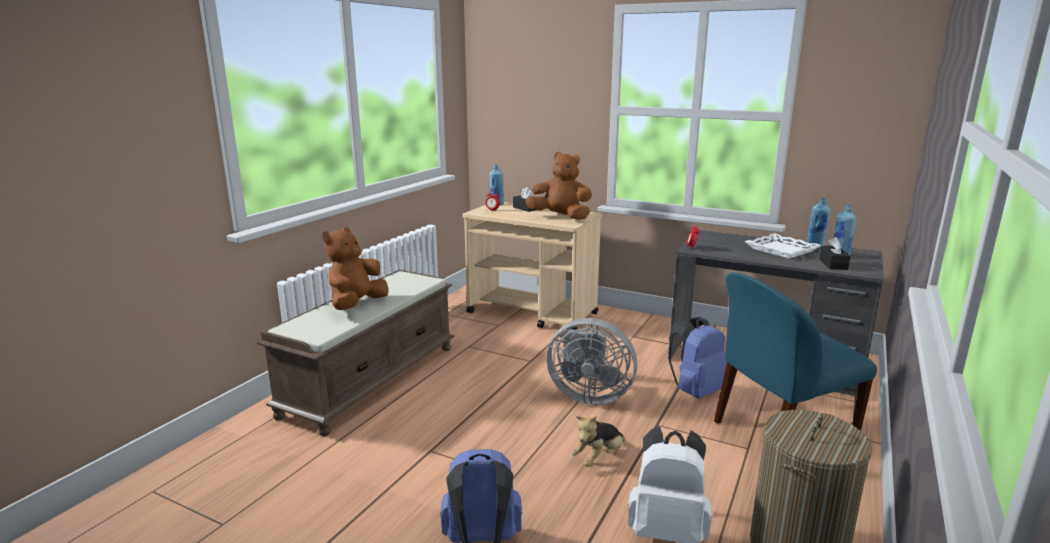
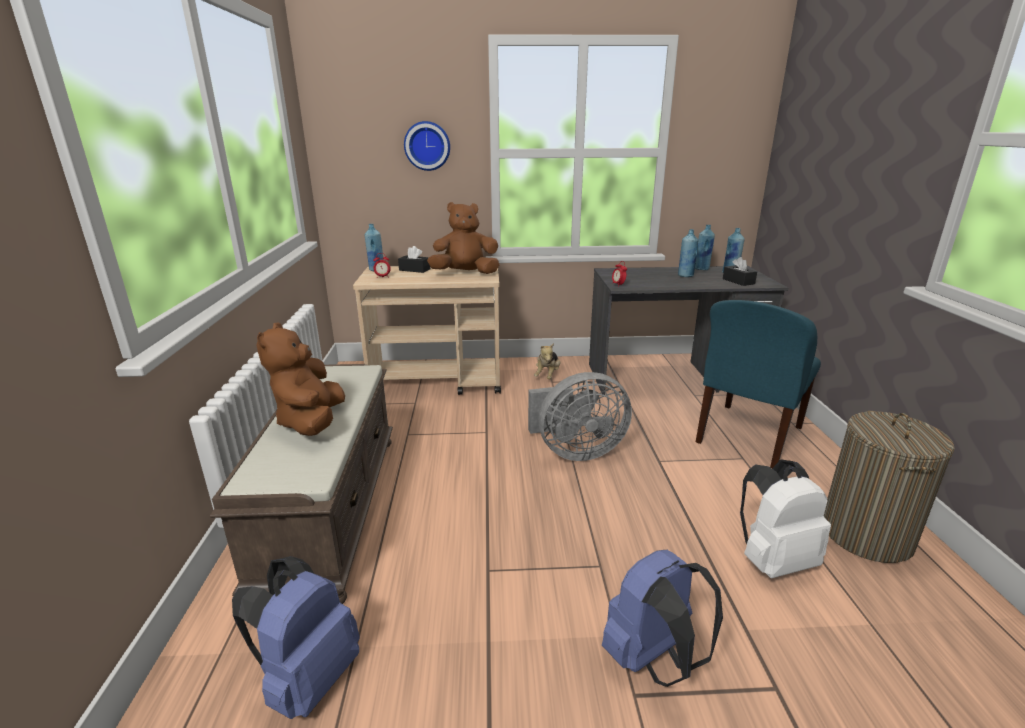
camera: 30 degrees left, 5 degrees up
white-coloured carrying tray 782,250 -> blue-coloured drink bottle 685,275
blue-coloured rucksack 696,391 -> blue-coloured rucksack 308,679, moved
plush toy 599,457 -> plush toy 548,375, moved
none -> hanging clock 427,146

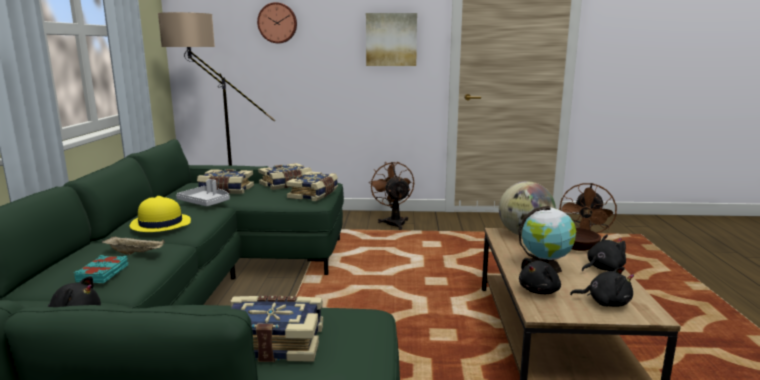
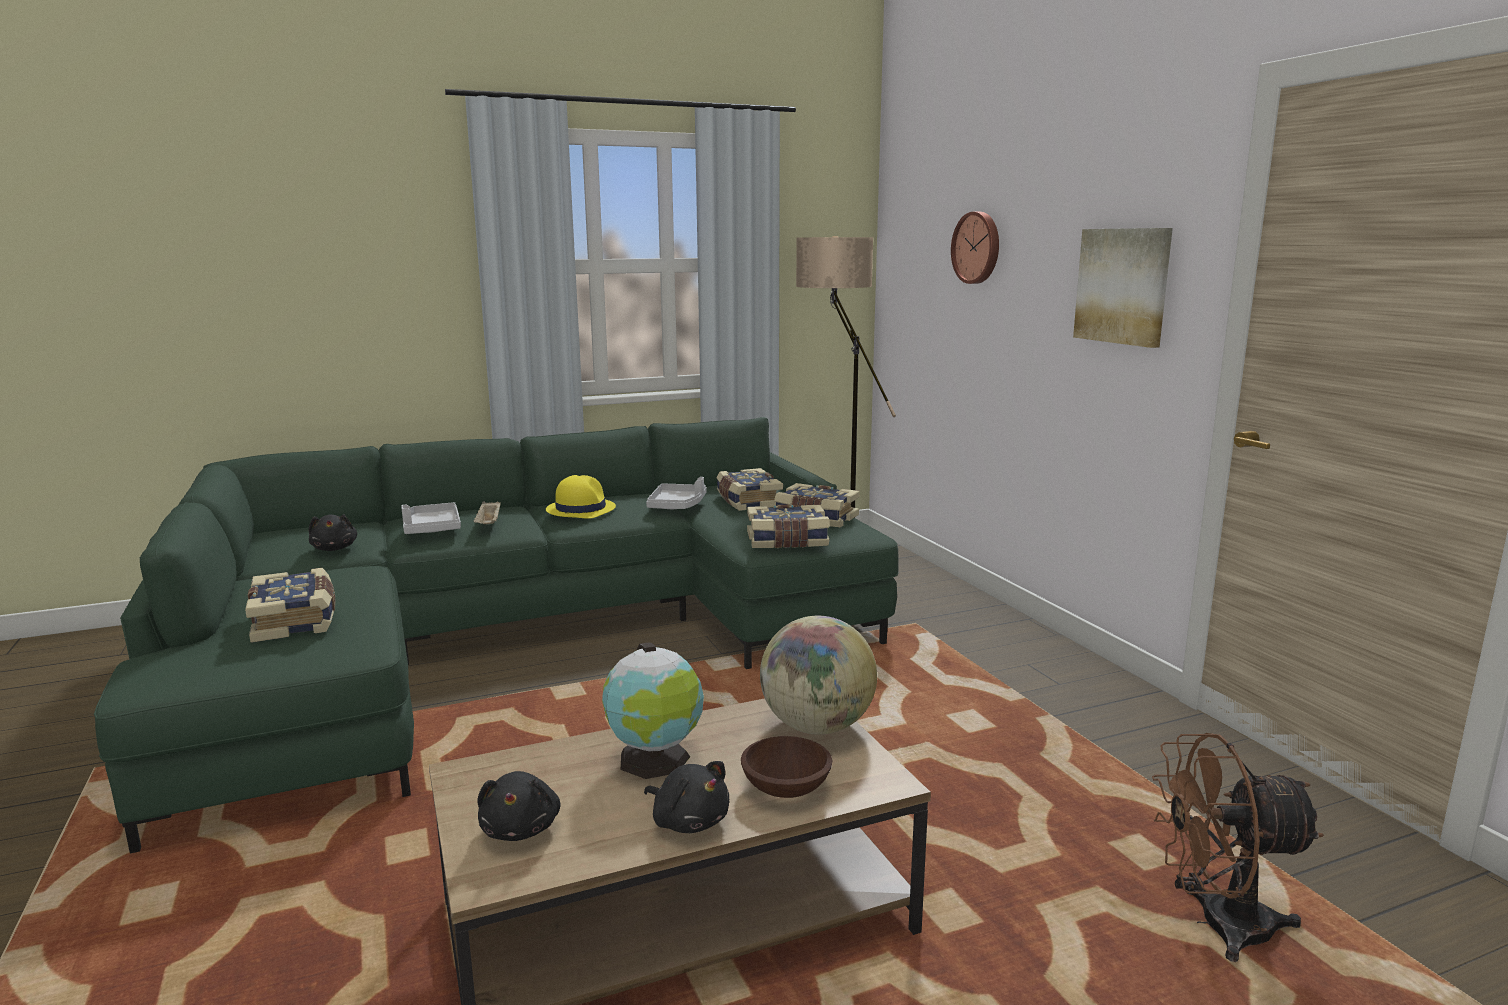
camera: 65 degrees right, 0 degrees up
brown-coloured electric fan 393,222 -> none
turquoise bound book 103,273 -> greyish carrying tray 432,528
blackish plush toy 540,291 -> none

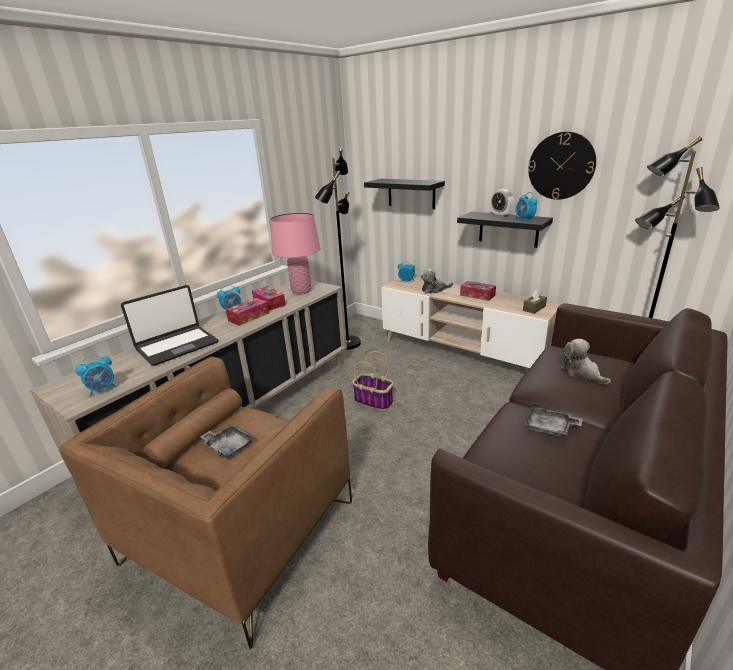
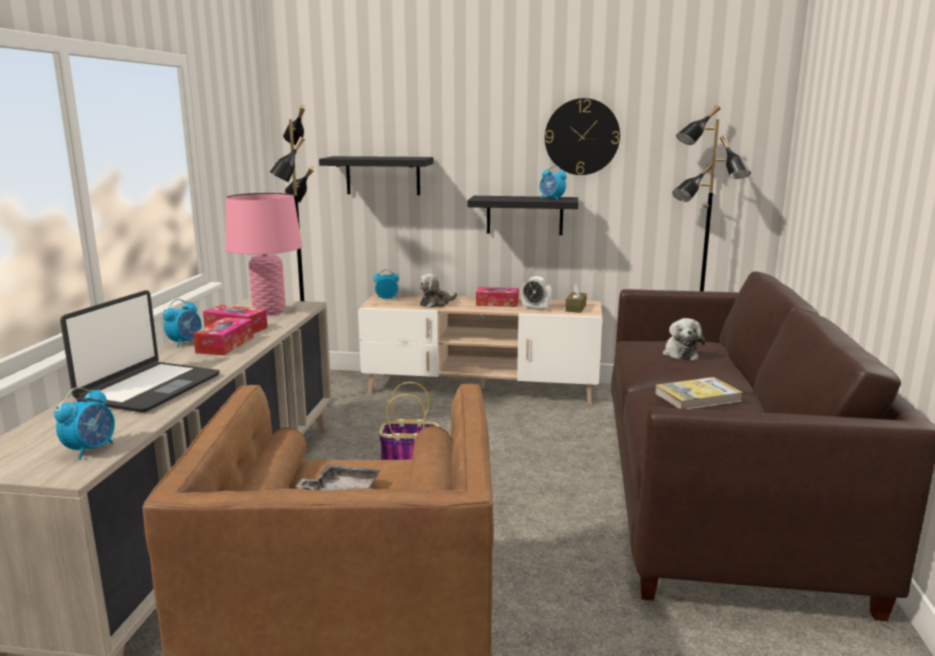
camera: 30 degrees left, 10 degrees down
alarm clock 501,215 -> alarm clock 535,308, moved
plush toy 581,373 -> plush toy 680,353, 120 degrees counterclockwise
greyish carrying tray 549,428 -> bound book 697,397

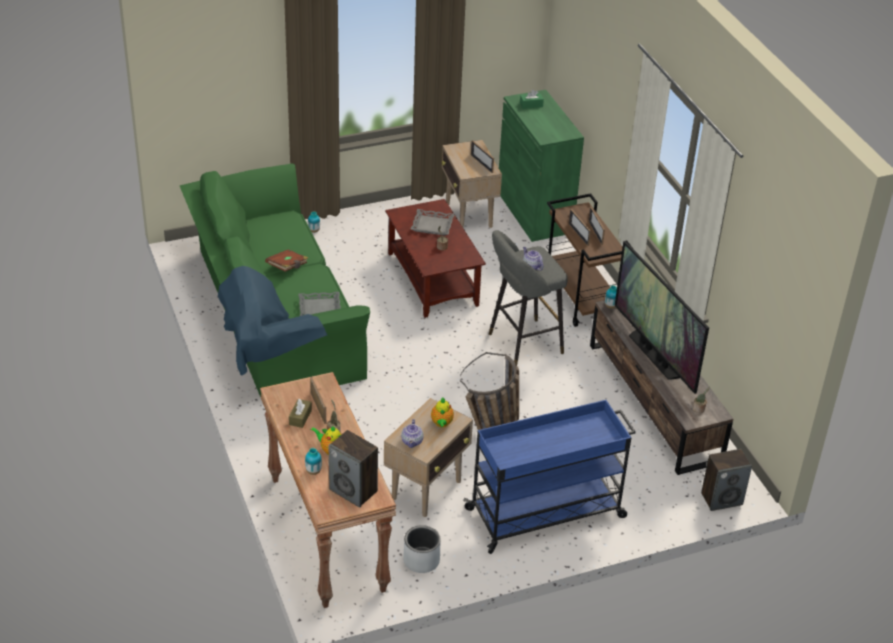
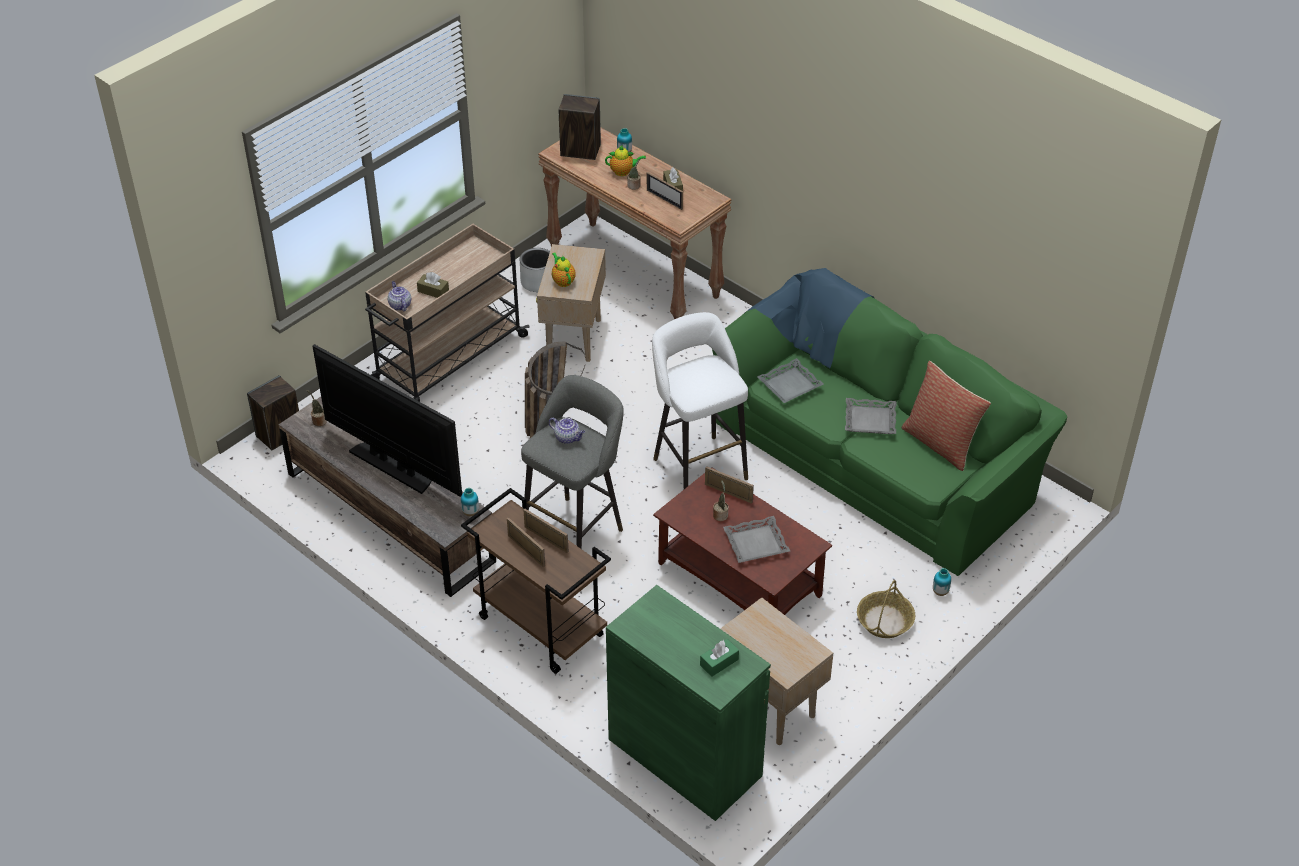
camera: 155 degrees right, 5 degrees up
standing frame 481,163 -> standing frame 728,493, moved
brown-coloured bound book 287,267 -> greyish carrying tray 870,420
blue-coloured trolley 547,513 -> sand-coloured trolley 448,359
tea pot 412,442 -> tea pot 399,305, moved
none -> brown-coloured tissue holder 433,291
none -> white-coloured sitting stool 697,465
none -> throw pillow 941,443
none -> basket 885,621

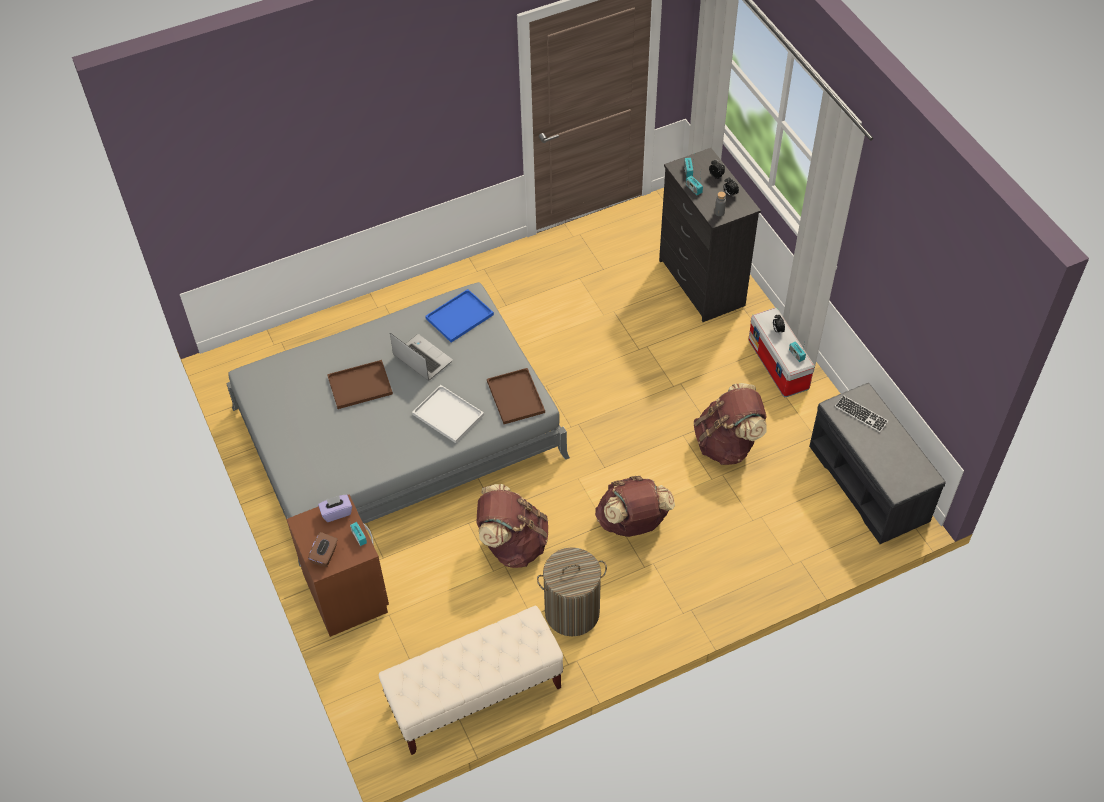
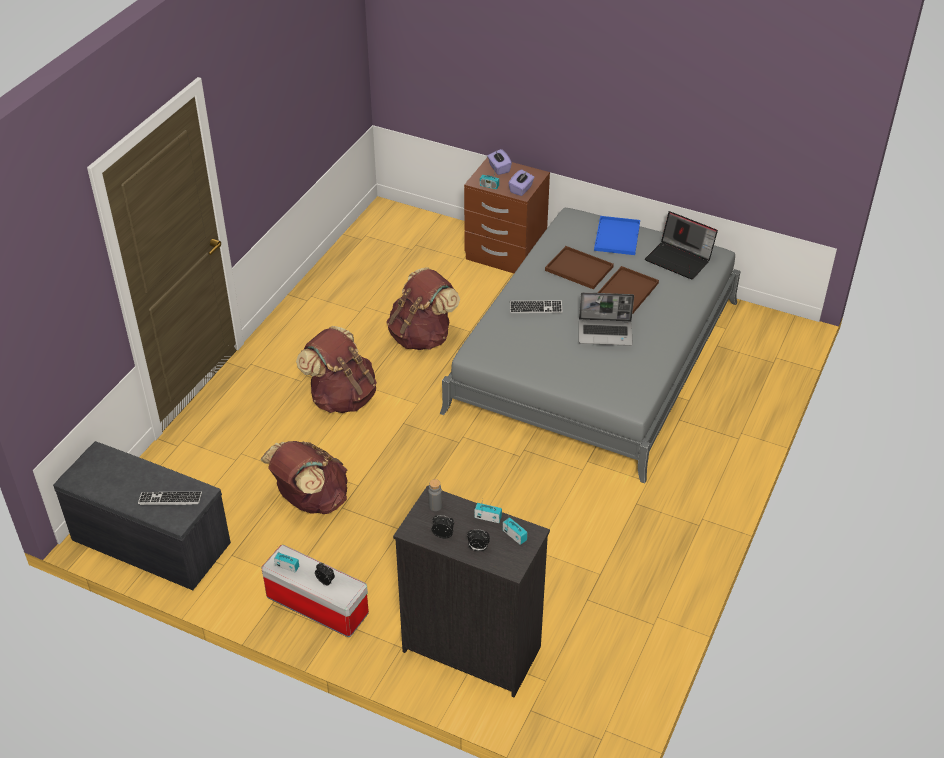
camera: 140 degrees right, 10 degrees down
blue-coloured carrying tray 459,317 -> blue-coloured carrying tray 616,236, moved
brown-coloured carrying tray 516,397 -> brown-coloured carrying tray 577,268, moved
white-coloured carrying tray 446,414 -> PC keyboard 536,308
brown-coloured tissue holder 325,555 -> purplish tissue holder 499,168
laundry basket 572,612 -> none
sand-coloured indoor bench 475,696 -> none
none -> portable computer 680,259

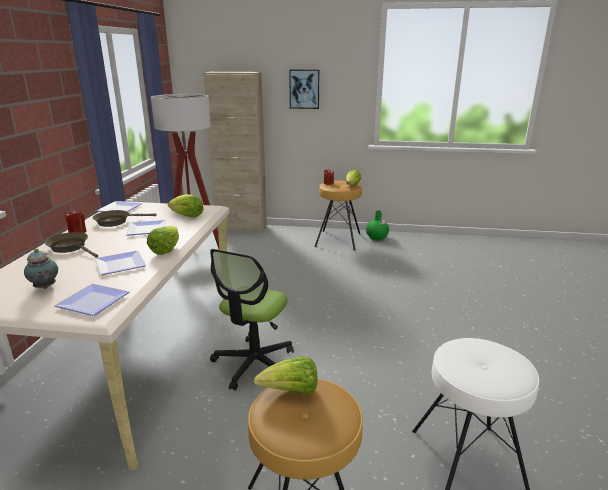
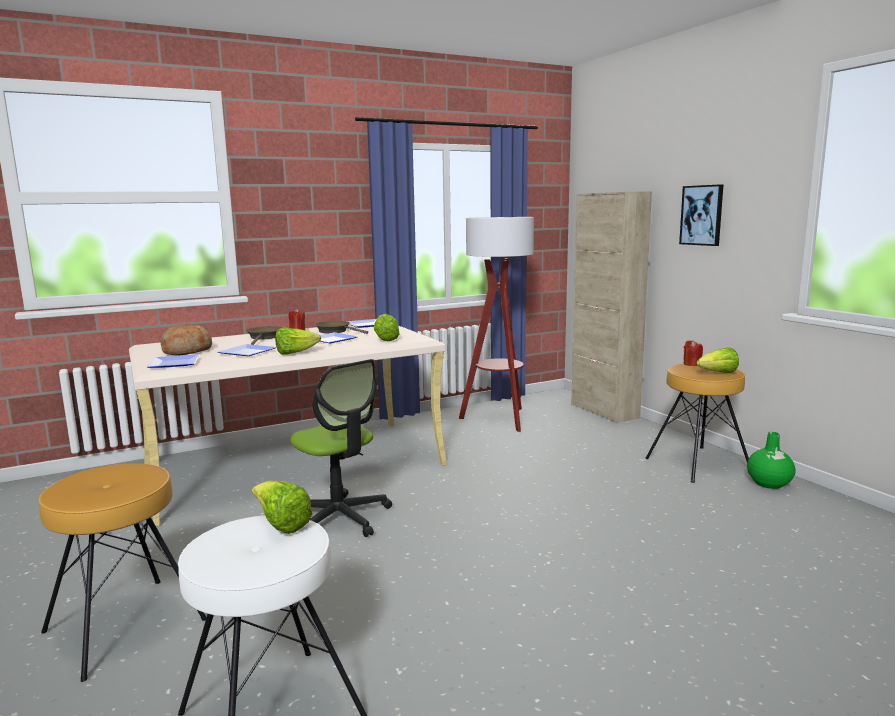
camera: 55 degrees right, 10 degrees down
tea pot 45,288 -> bread 187,351
computer chair 254,364 -> computer chair 340,518, 120 degrees counterclockwise
lettuce head 291,391 -> lettuce head 281,524, moved

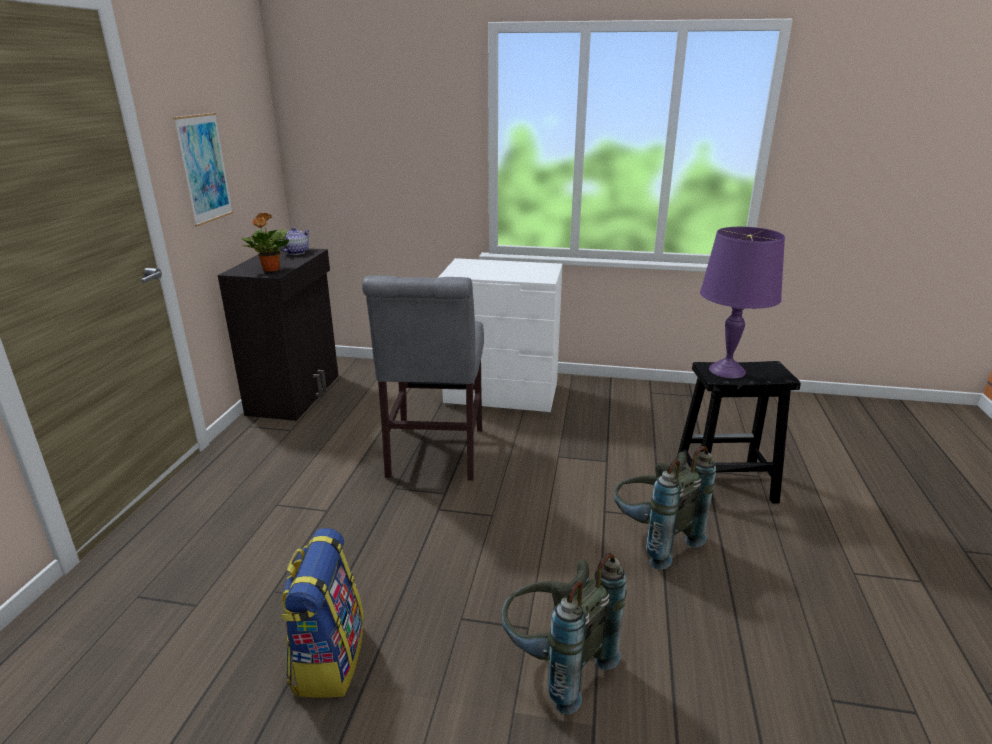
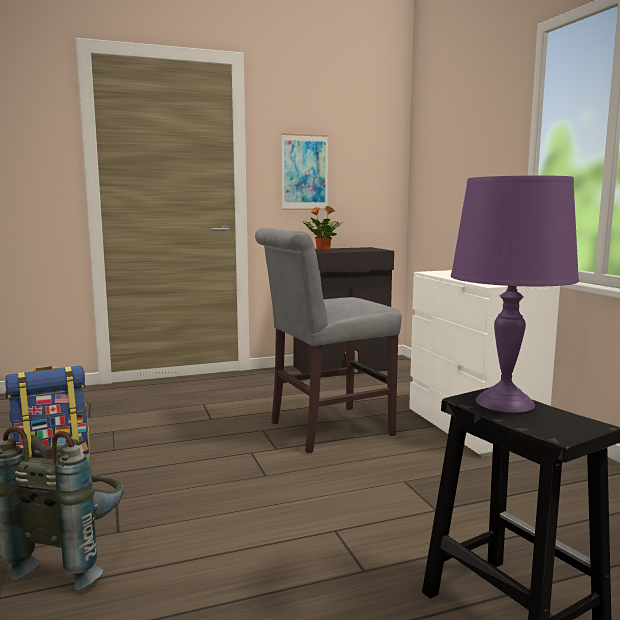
camera: 60 degrees right, 15 degrees down
tea pot 296,252 -> none
greyish rucksack 652,540 -> none

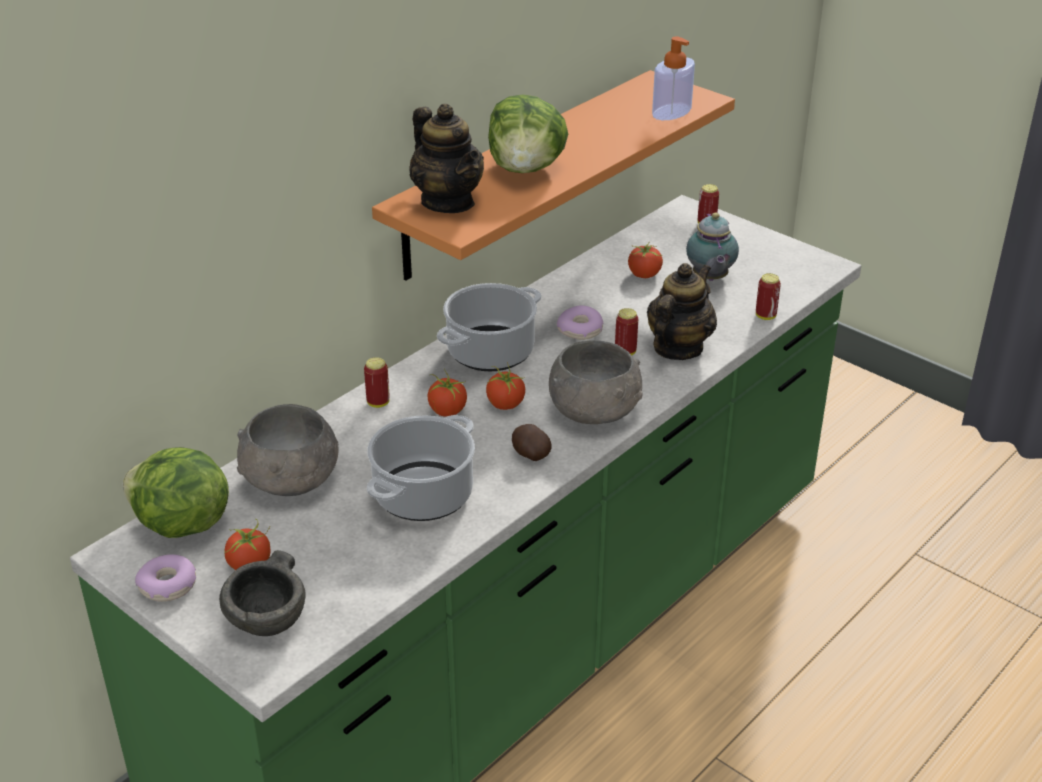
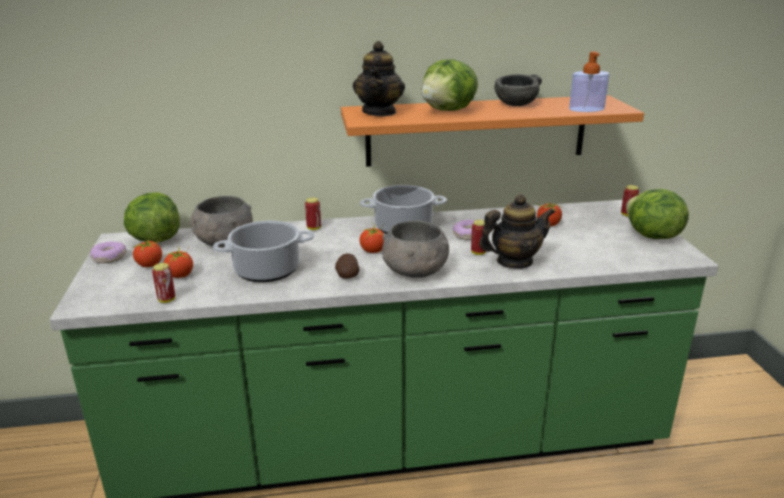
camera: 40 degrees right, 10 degrees down
tea pot 709,278 -> none
sealed can 765,316 -> sealed can 167,300, moved
whole tomato 447,411 -> whole tomato 180,275, moved
greyish deep dish 268,620 -> greyish deep dish 516,104, moved
none -> lettuce head 651,236

